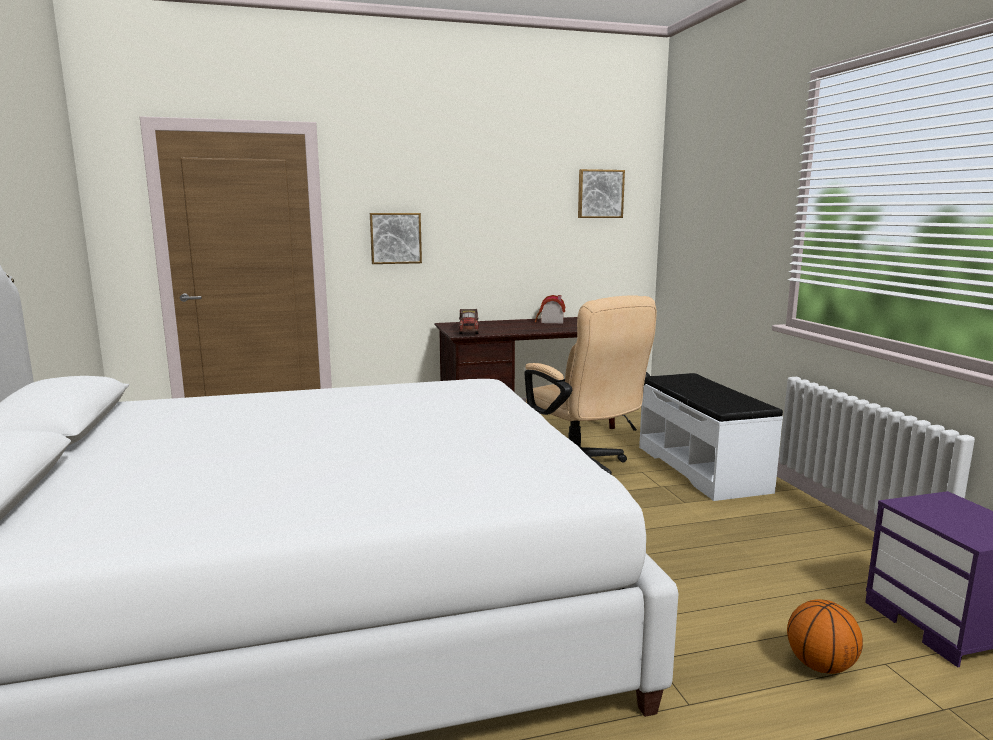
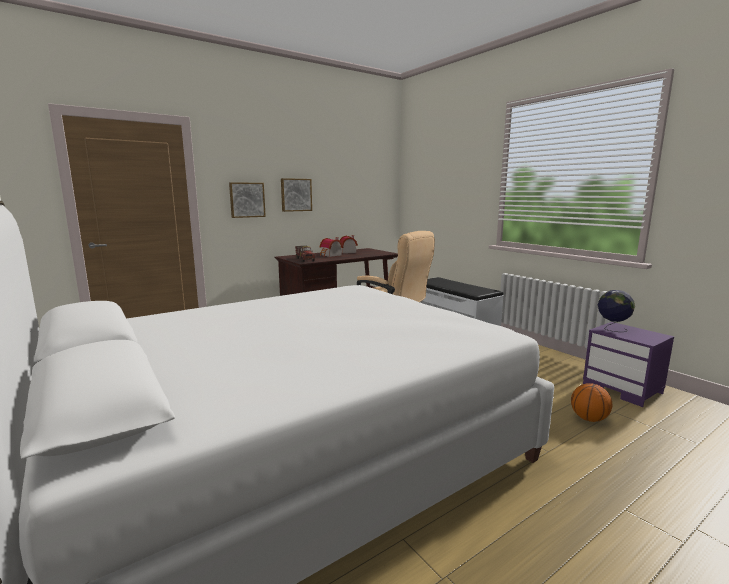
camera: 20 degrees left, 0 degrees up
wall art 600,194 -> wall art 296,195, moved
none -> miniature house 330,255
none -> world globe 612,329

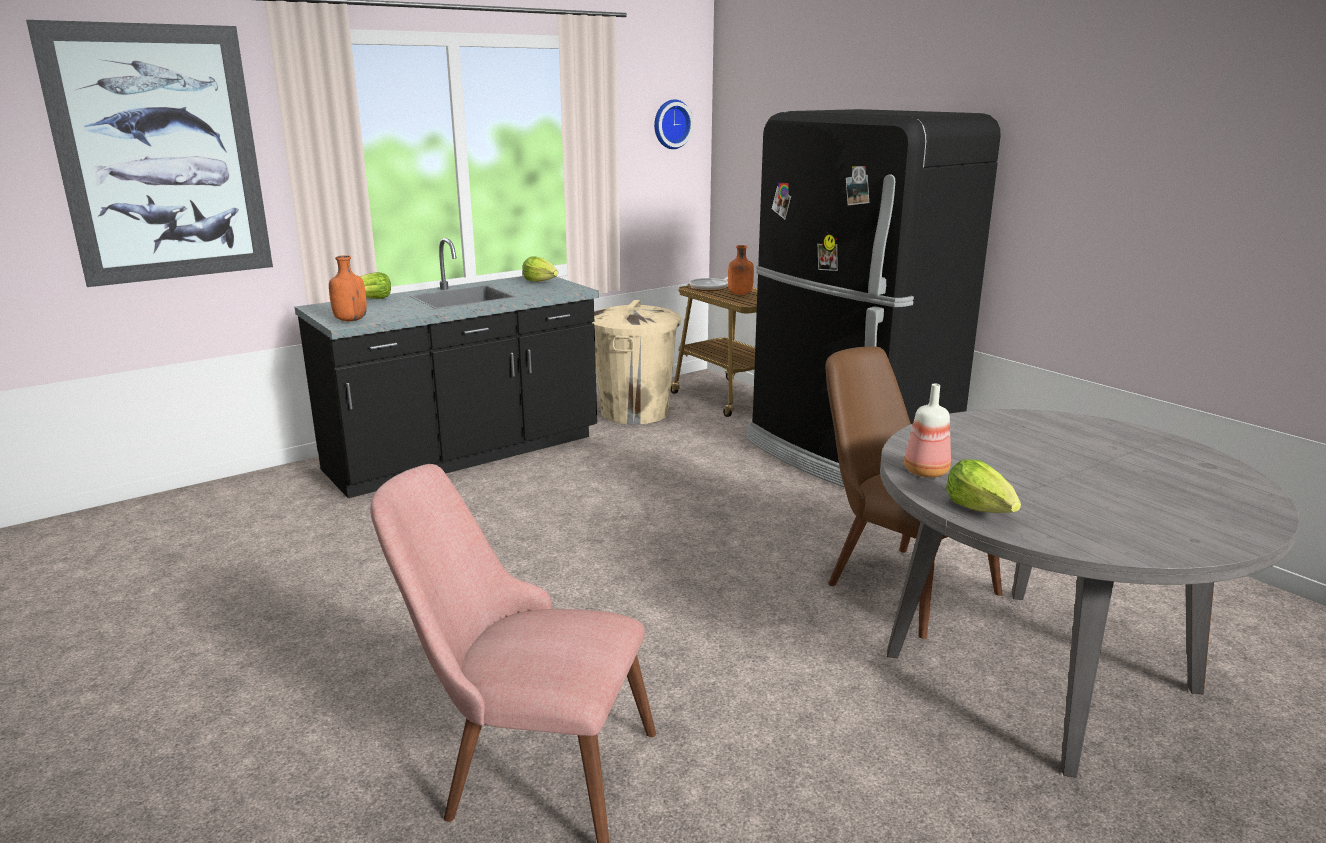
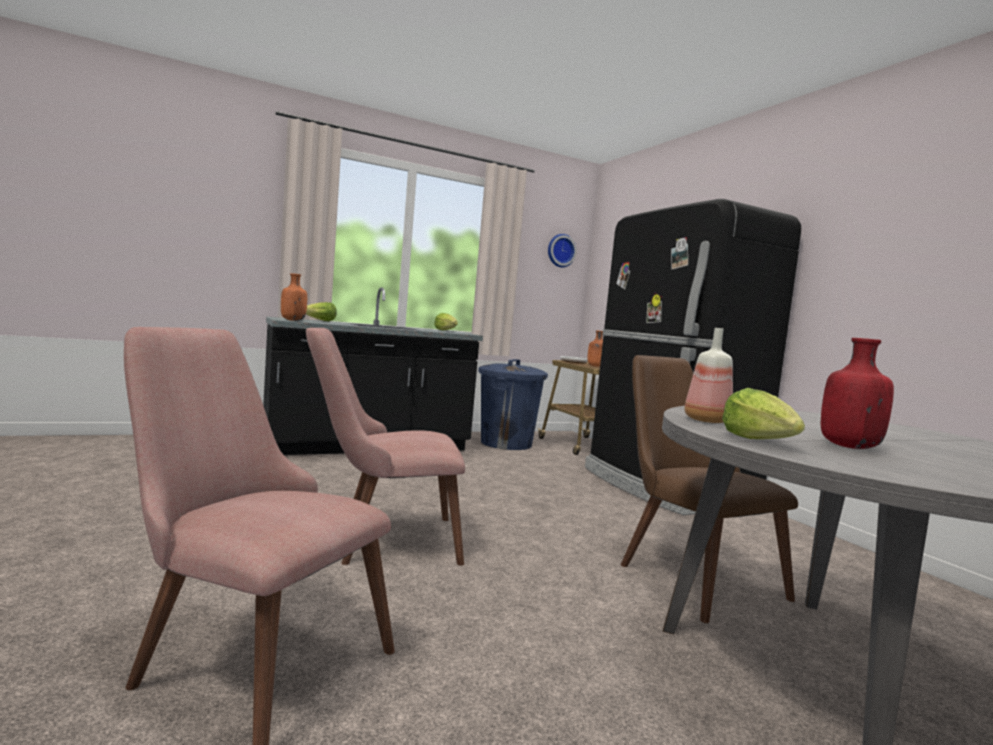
camera: 10 degrees right, 15 degrees down
wall art 161,155 -> none
sand-coloured trash can 635,412 -> blue-coloured trash can 506,443
none -> pink upright chair 380,540
none -> reddish drink bottle 848,446

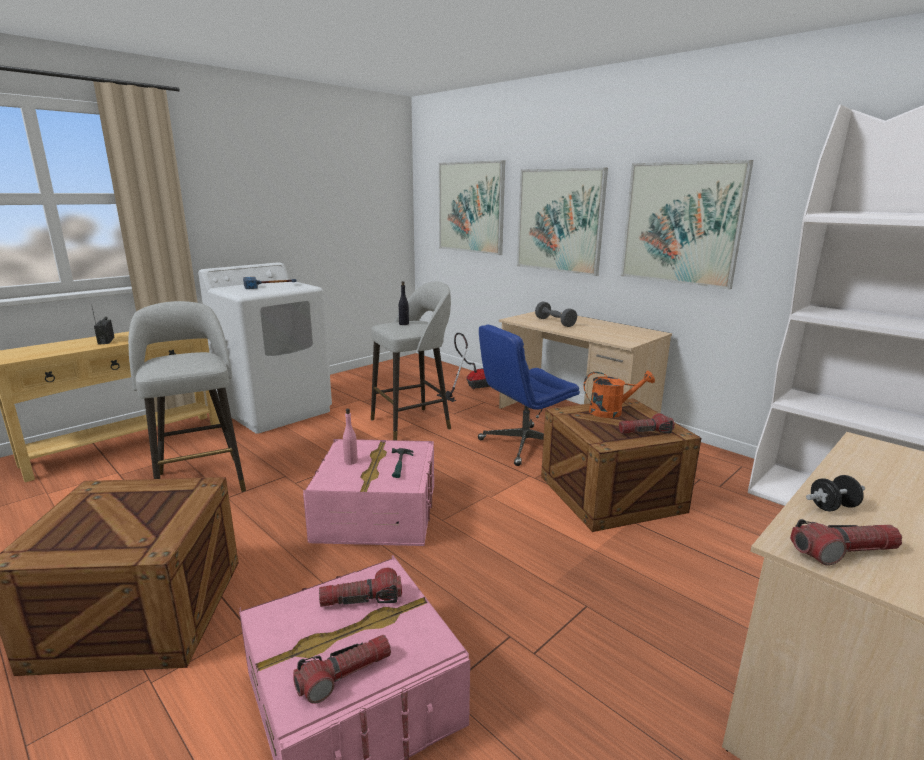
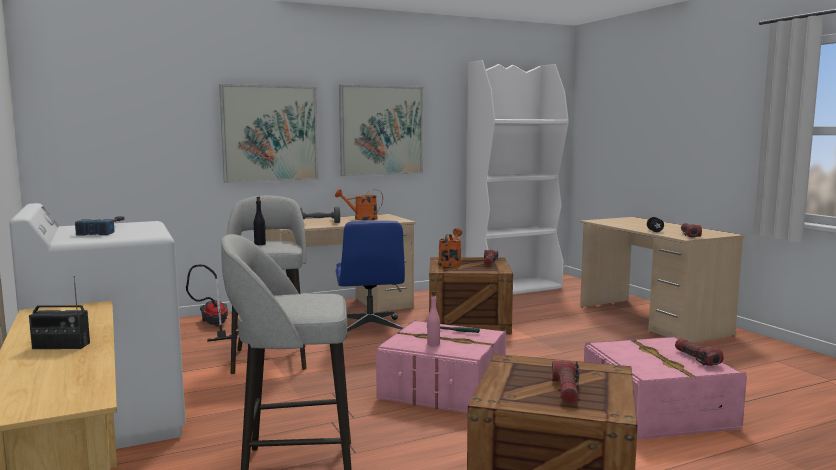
camera: 70 degrees left, 10 degrees down
wall art 471,207 -> none
flashlight 361,600 -> flashlight 566,390, moved
none -> orange-coloured sprinkling can 361,219

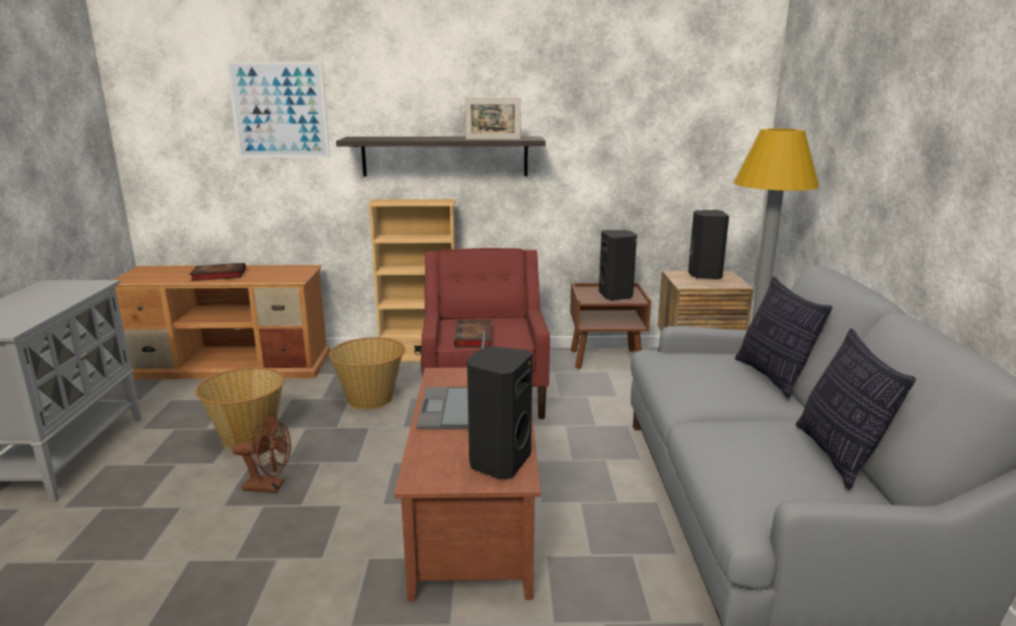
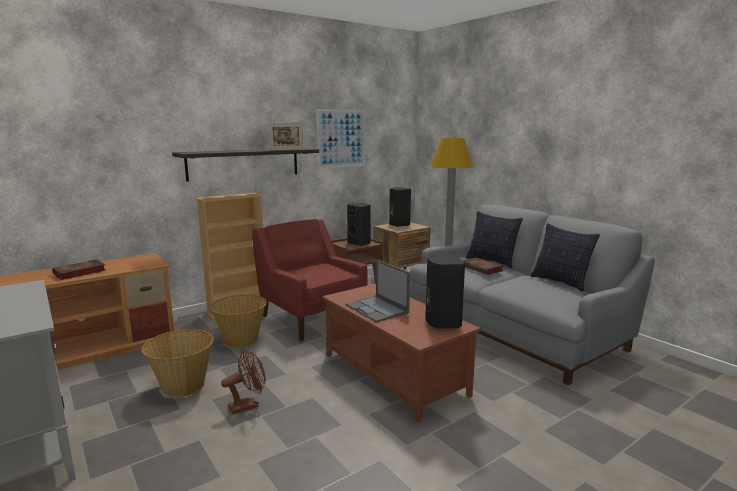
camera: 35 degrees left, 5 degrees down
wall art 279,110 -> wall art 341,138, moved
bound book 474,338 -> bound book 482,268, moved

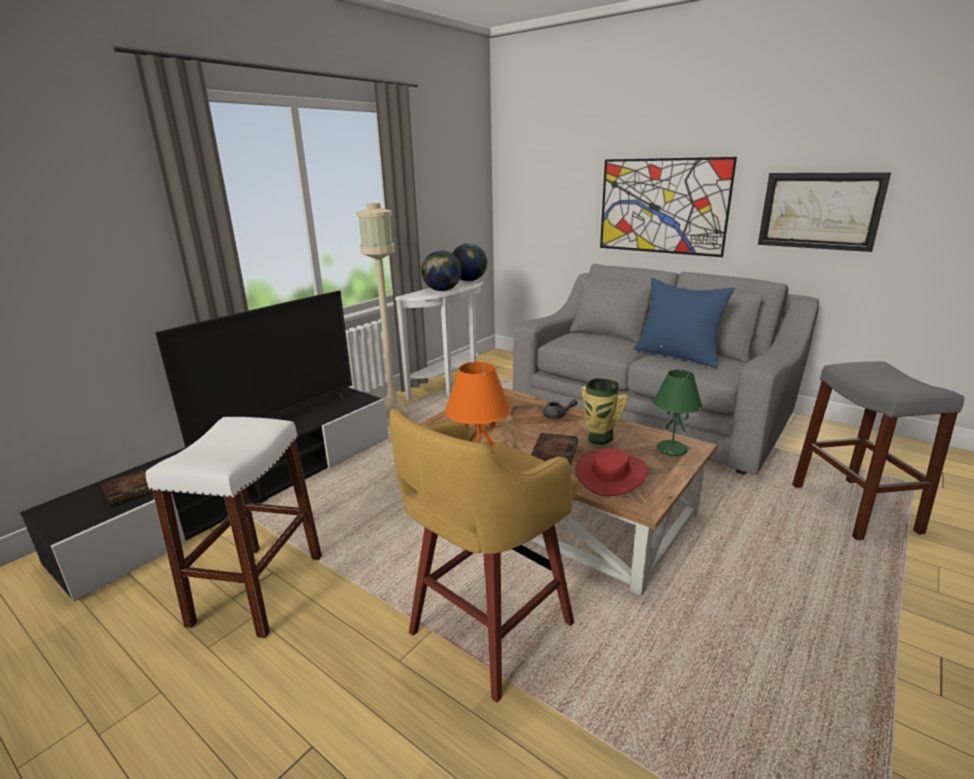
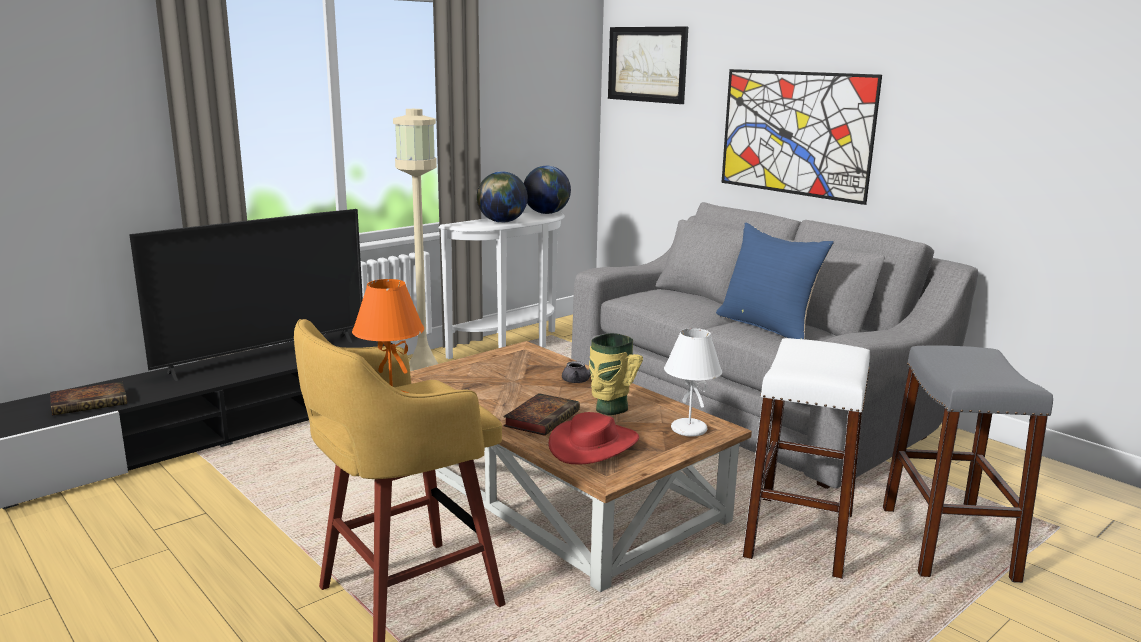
camera: 10 degrees right, 5 degrees down
wall art 819,211 -> wall art 647,64, moved
greenish tabletop lamp 671,450 -> white-coloured tabletop lamp 688,429
white-coloured sitting stool 258,589 -> white-coloured sitting stool 799,535, moved

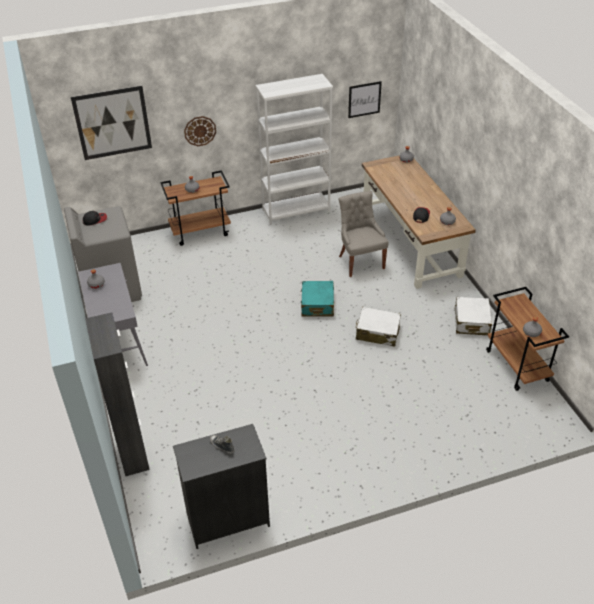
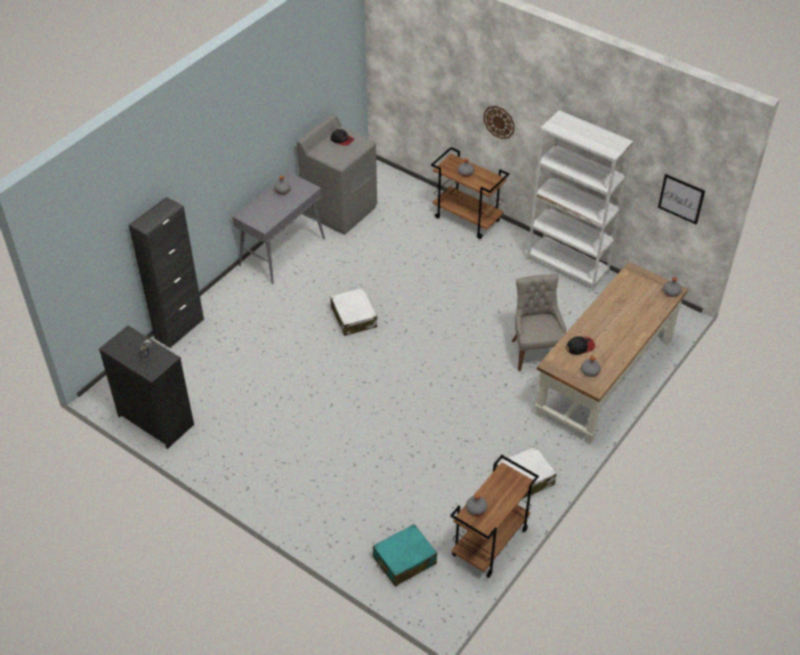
camera: 55 degrees right, 5 degrees up
wall art 112,123 -> none
greyish upright chair 360,261 -> greyish upright chair 535,352, 45 degrees counterclockwise
turquoise travel case 317,304 -> turquoise travel case 404,560, moved
white-coloured travel case 377,332 -> white-coloured travel case 354,317, moved

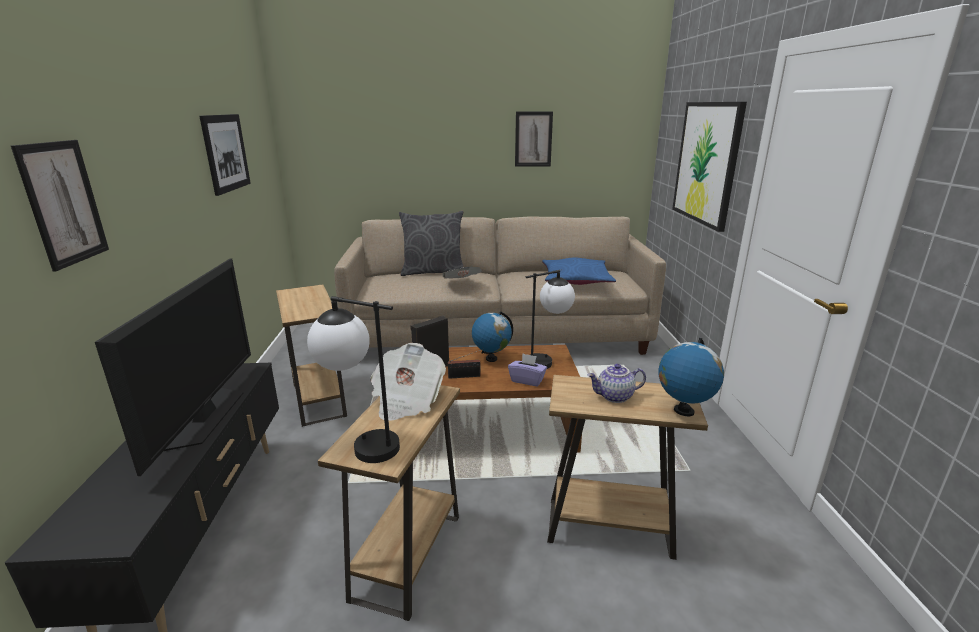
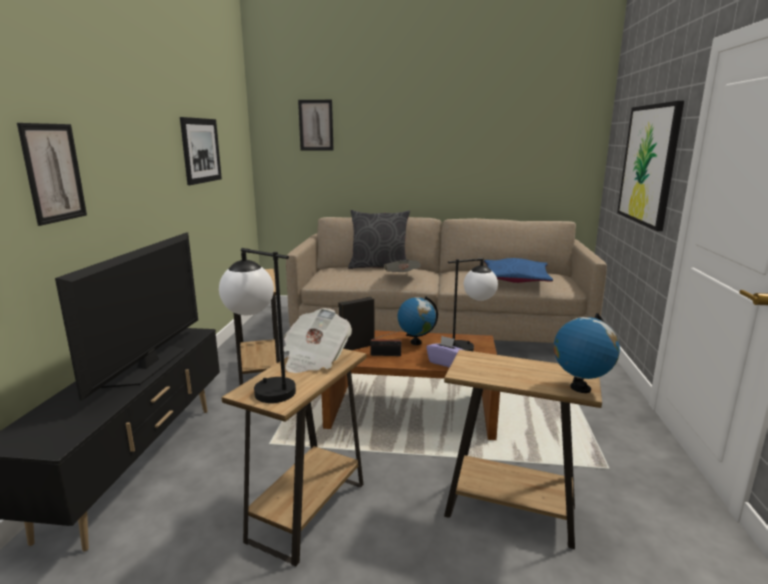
camera: 10 degrees right, 5 degrees down
wall art 533,139 -> wall art 316,125, moved
tea pot 614,397 -> none

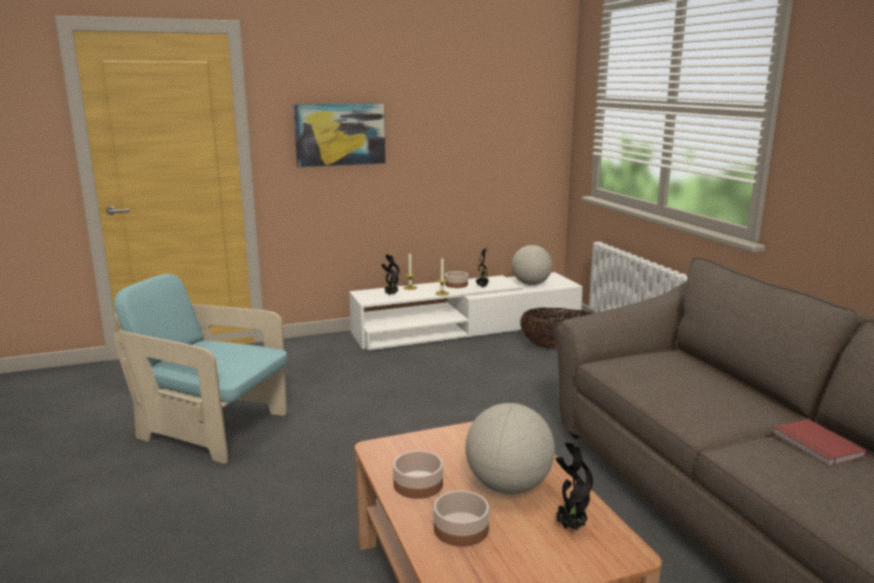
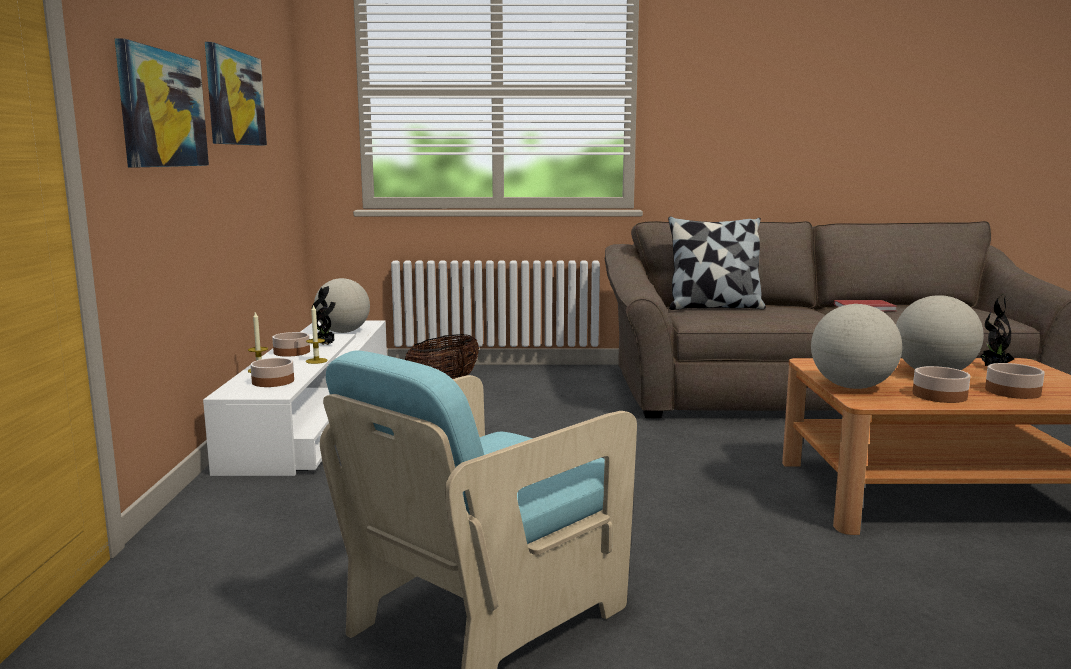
camera: 70 degrees left, 5 degrees down
plant in a pot 390,295 -> deep dish 273,381
none -> wall art 234,98
none -> throw pillow 714,307
none -> world globe 852,387

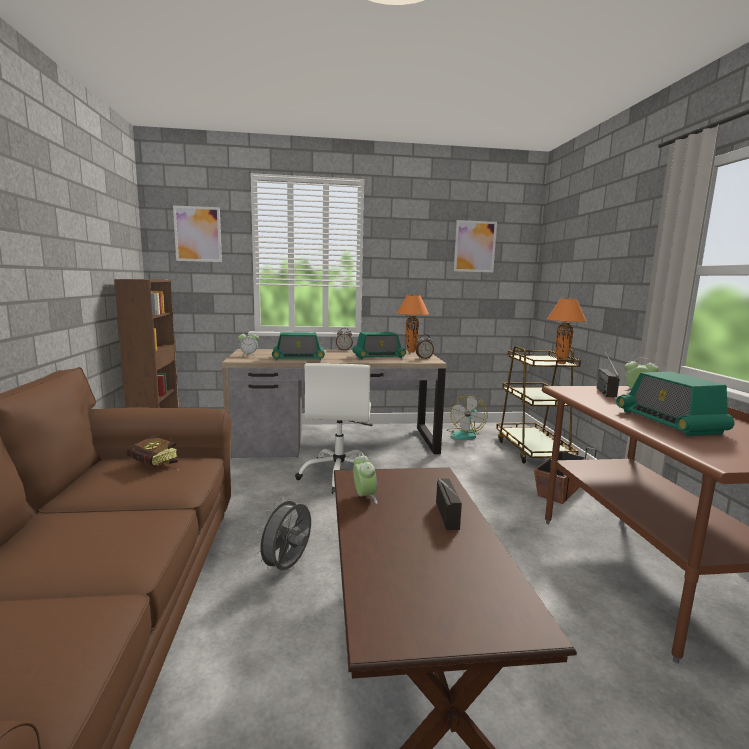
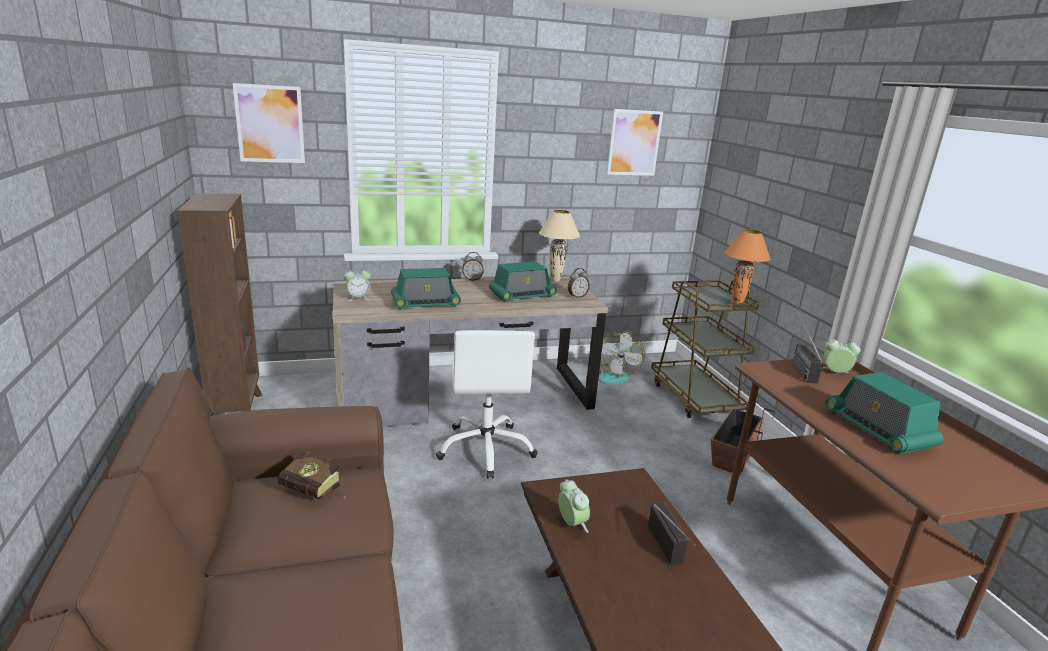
camera: 10 degrees left, 10 degrees up
orange-coloured tabletop lamp 411,351 -> sand-coloured tabletop lamp 555,280
greyish electric fan 287,567 -> none

